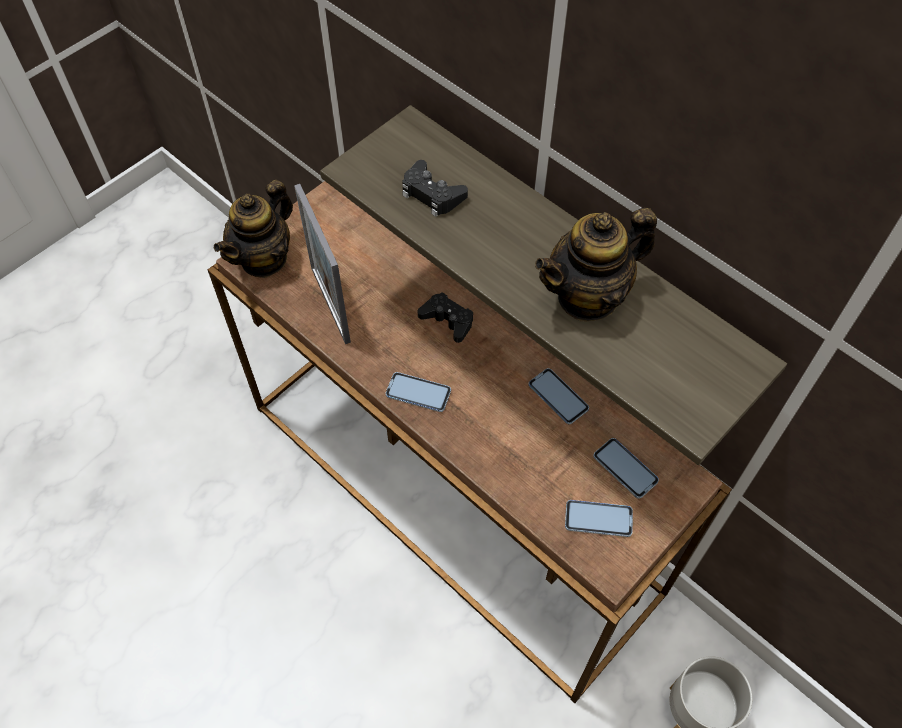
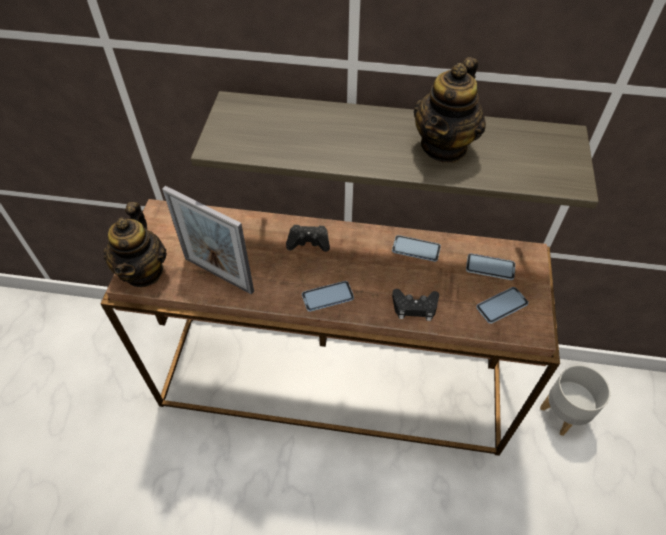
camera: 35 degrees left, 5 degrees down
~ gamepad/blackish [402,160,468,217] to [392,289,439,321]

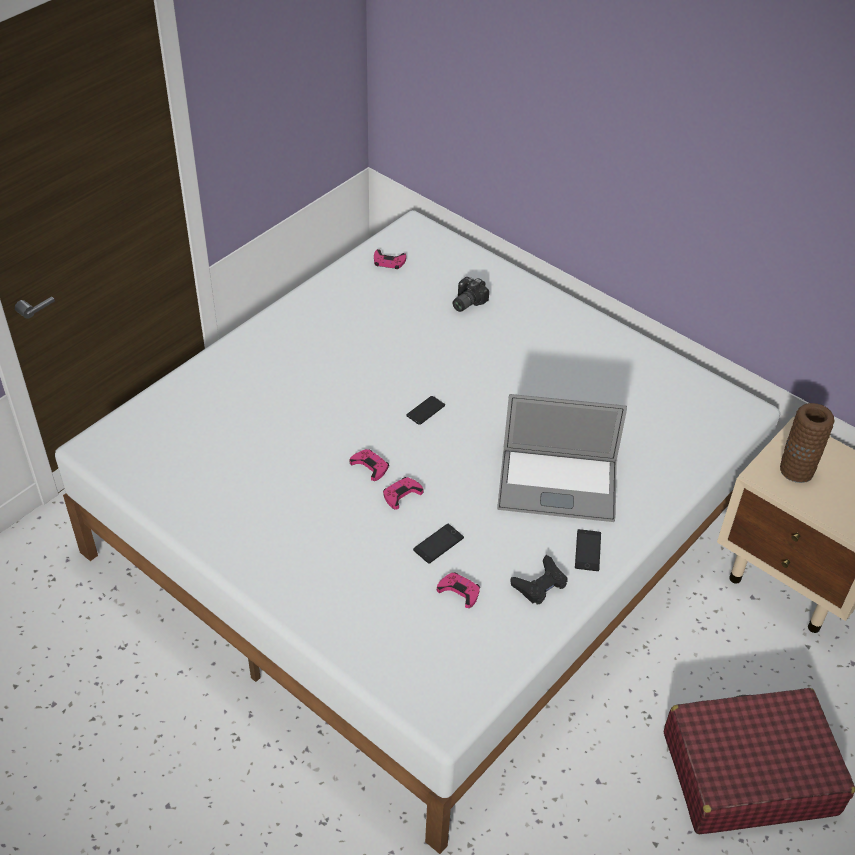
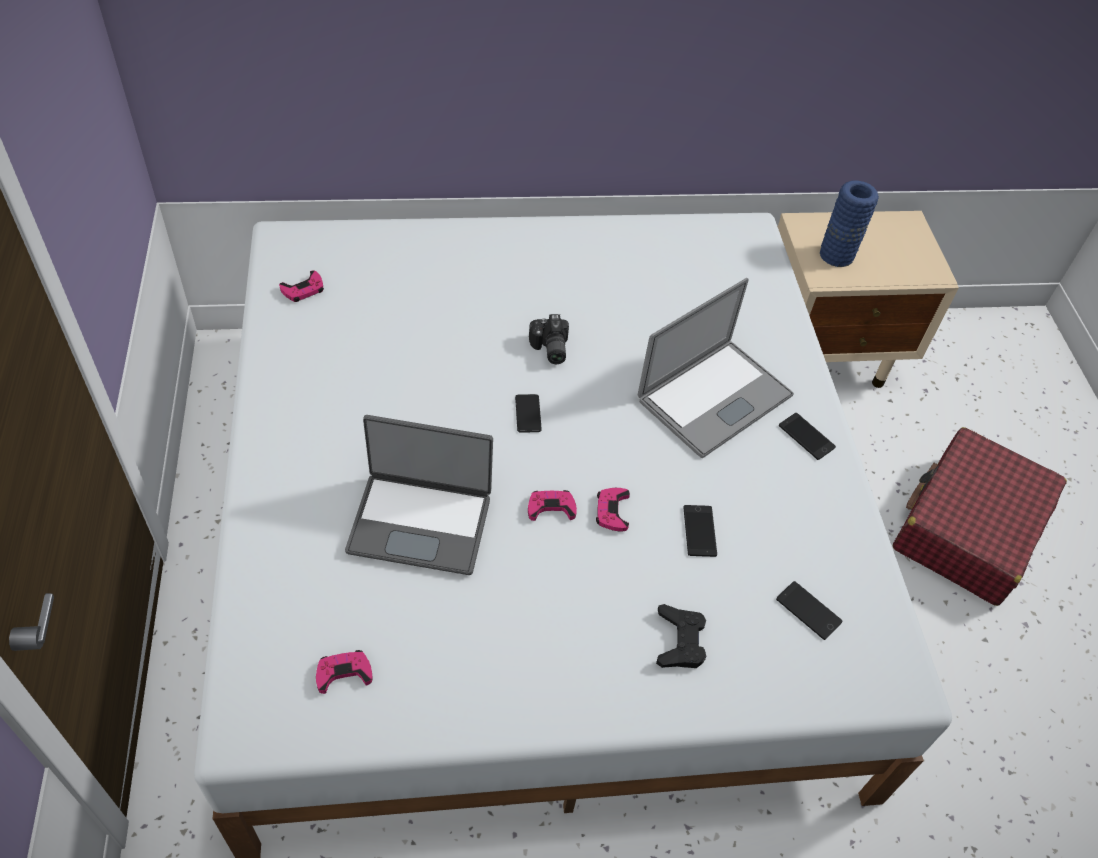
camera: 50 degrees left, 5 degrees up
+ notebook computer [345,415,493,575]
+ telephone [776,581,842,640]
~ gamepad/pink [437,572,480,608] to [316,650,373,694]
~ still camera [453,277,489,312] to [529,314,569,364]
~ gamepad/blackish [510,555,568,605] to [656,604,706,668]
~ decorative vase/brownish [780,403,835,483] to decorative vase/blue [820,180,879,267]

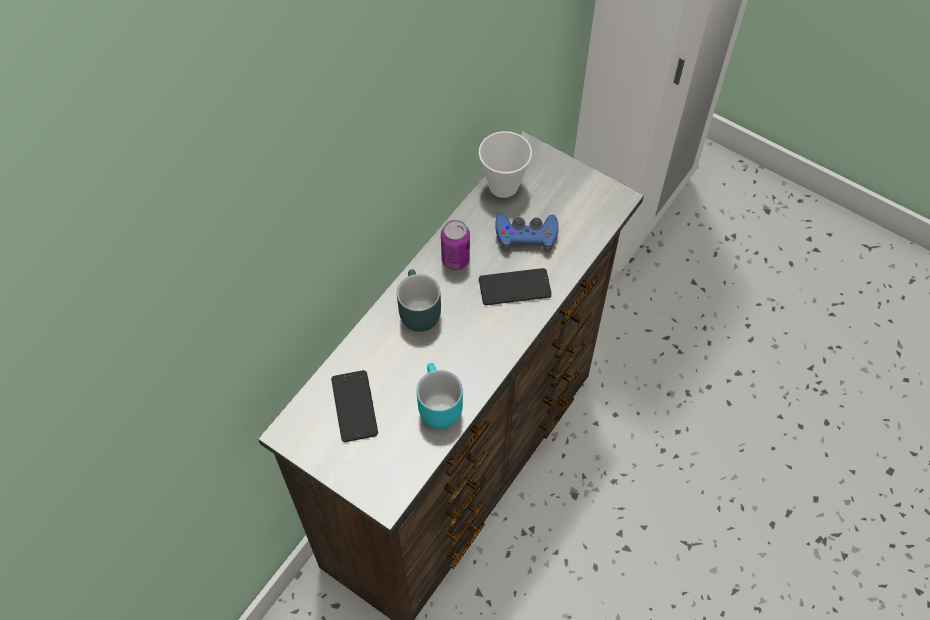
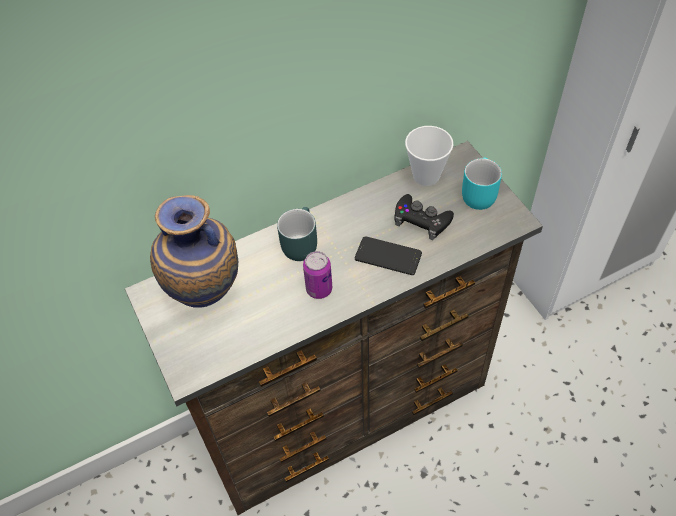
camera: 30 degrees right, 5 degrees down
~ tea mug/blue-green [417,363,463,429] to [462,157,502,210]
~ can [441,220,470,270] to [303,251,332,299]
~ telephone [331,370,378,442] to decorative vase [150,195,238,308]
~ gamepad/blue [495,213,559,253] to gamepad/blackish [395,194,454,240]

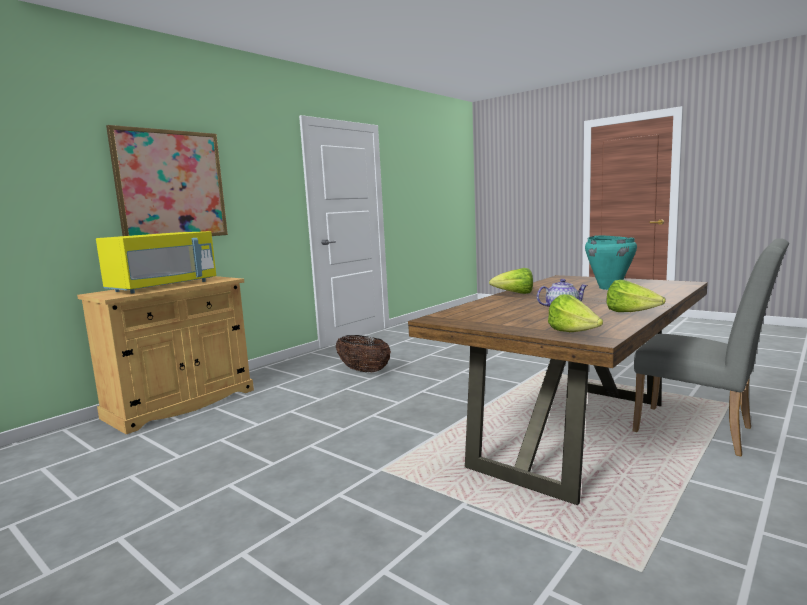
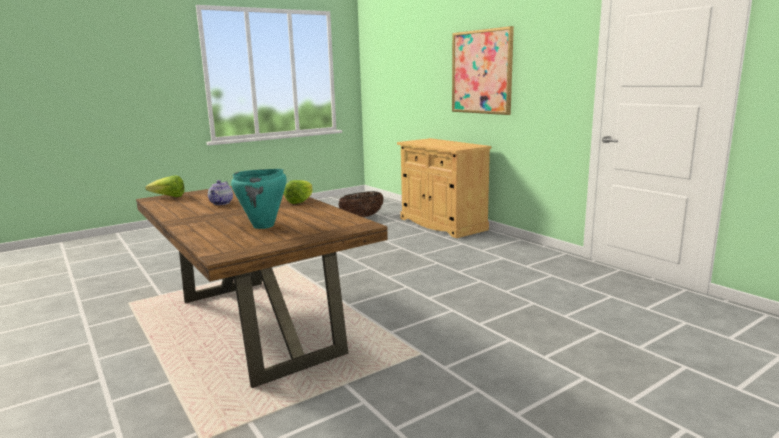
camera: 105 degrees right, 5 degrees up
- microwave/yellow-coloured [96,231,216,294]
- head of lettuce [606,280,665,312]
- chair/grey [633,239,789,457]
~ household basket [336,335,391,372] to [338,191,384,217]

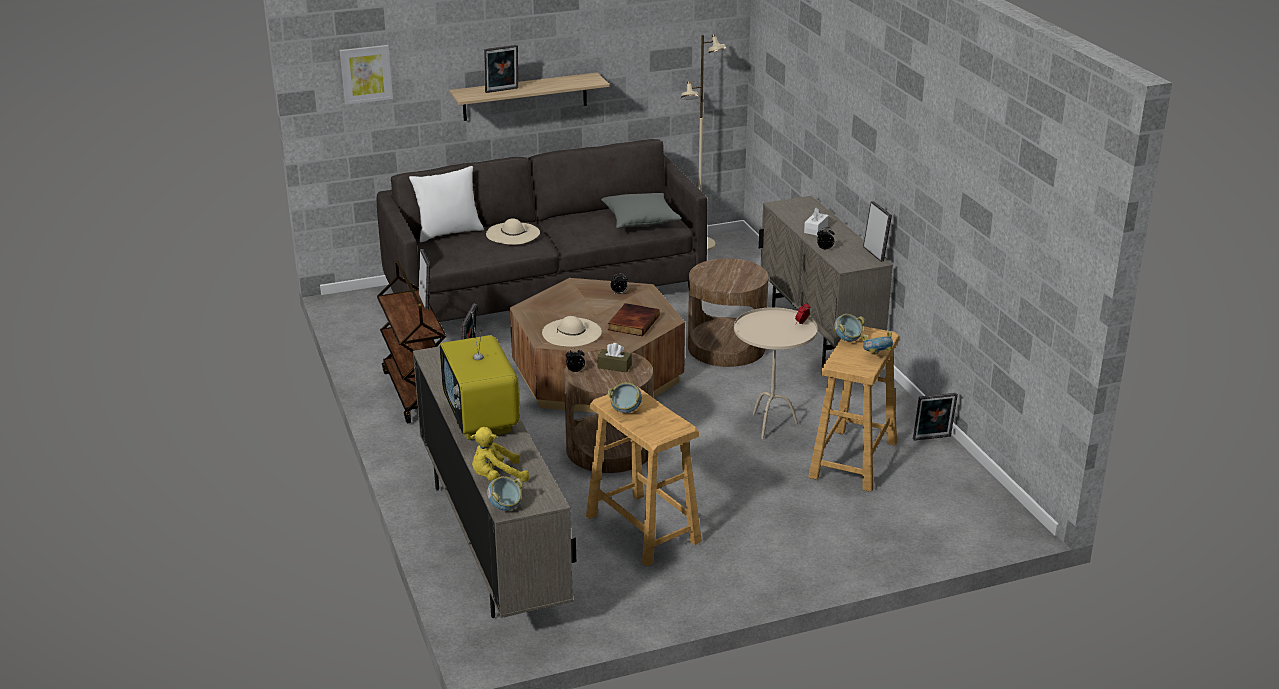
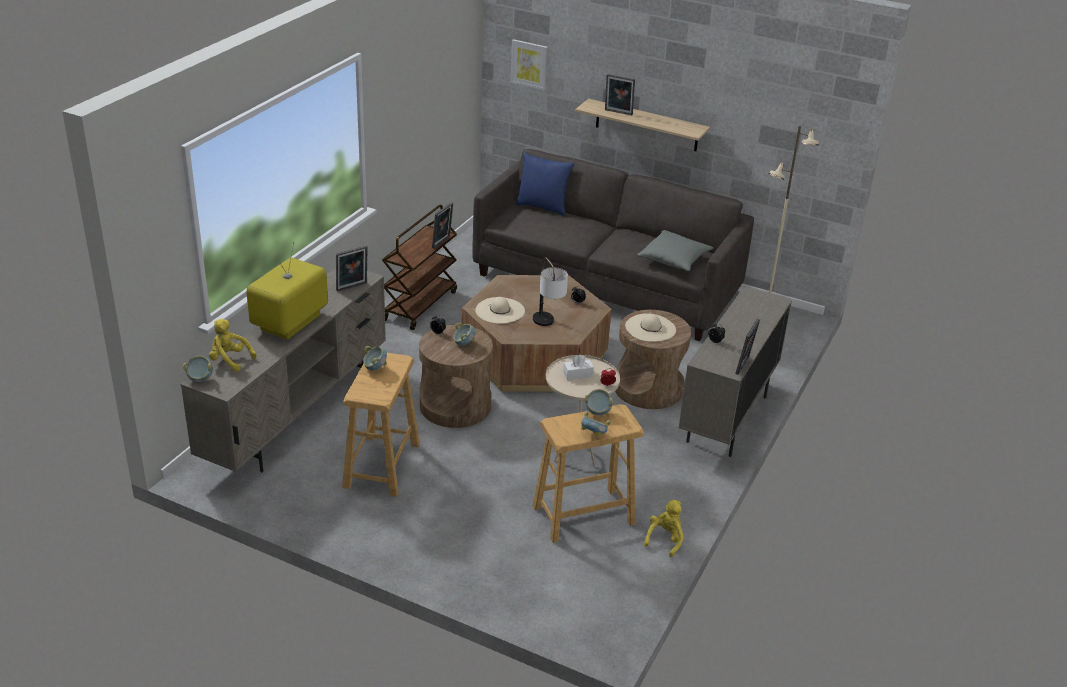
camera: 45 degrees right, 5 degrees up
~ hat/beige-coloured [486,219,540,245] to [625,313,676,342]
~ tissue holder/white [804,207,829,236] to [563,355,594,380]
~ tissue holder/brownish [597,343,632,372] to deep dish [453,323,475,345]
~ bound book [608,303,660,336] to table lamp [533,257,568,326]
~ standing frame [913,393,958,441] to soft toy/yellow-coloured [644,500,684,557]
~ cushion/white [409,166,484,242] to cushion/blue [516,152,574,216]

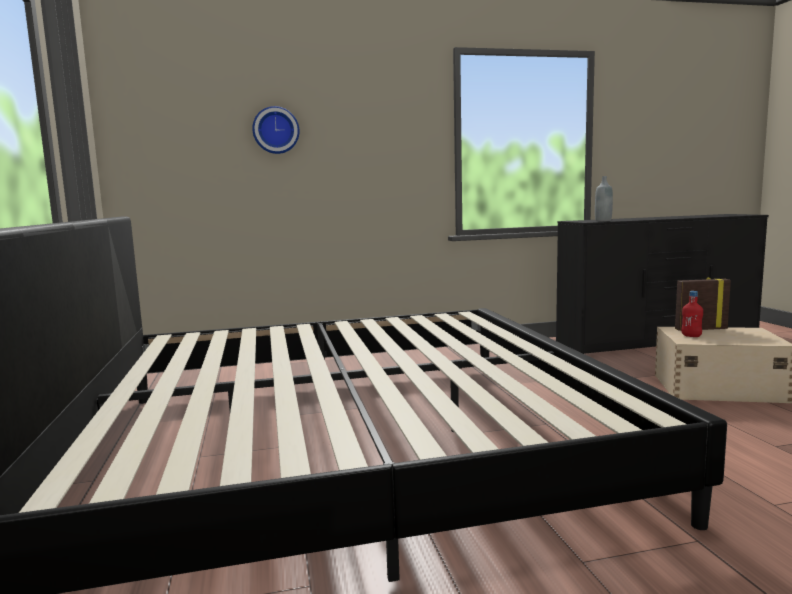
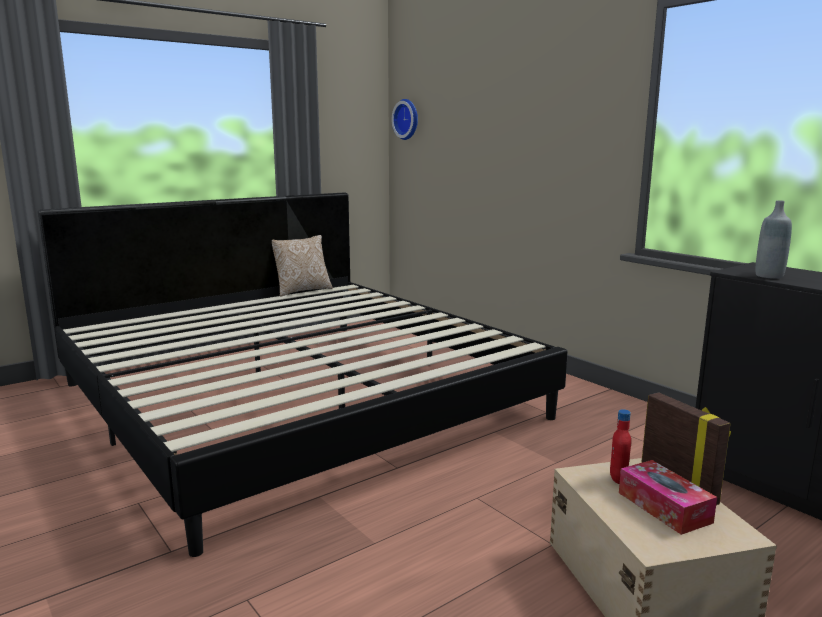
camera: 65 degrees right, 5 degrees up
+ cushion [272,235,333,297]
+ tissue holder [619,460,717,535]
~ wall clock [252,106,299,154] to [392,99,418,140]

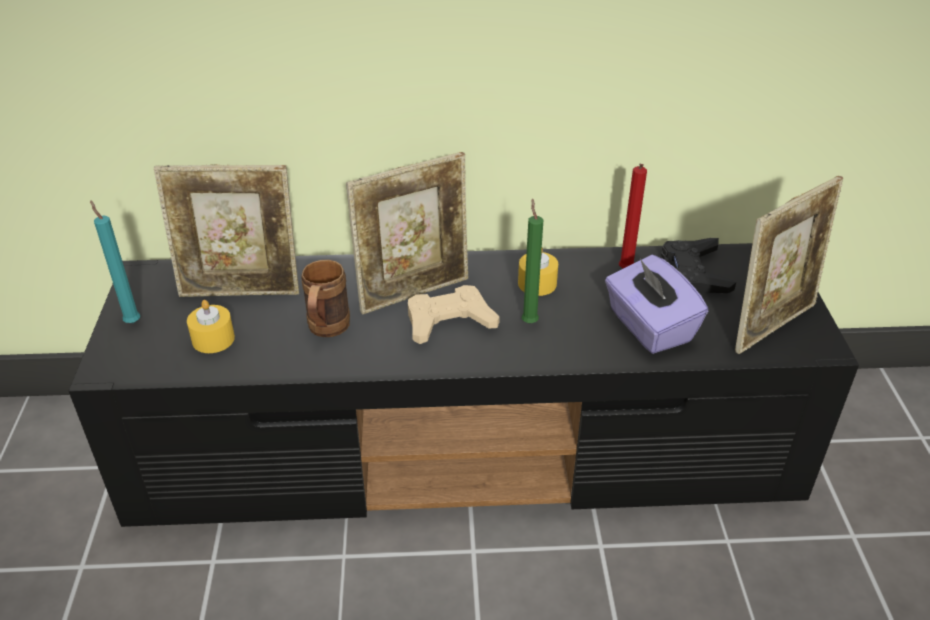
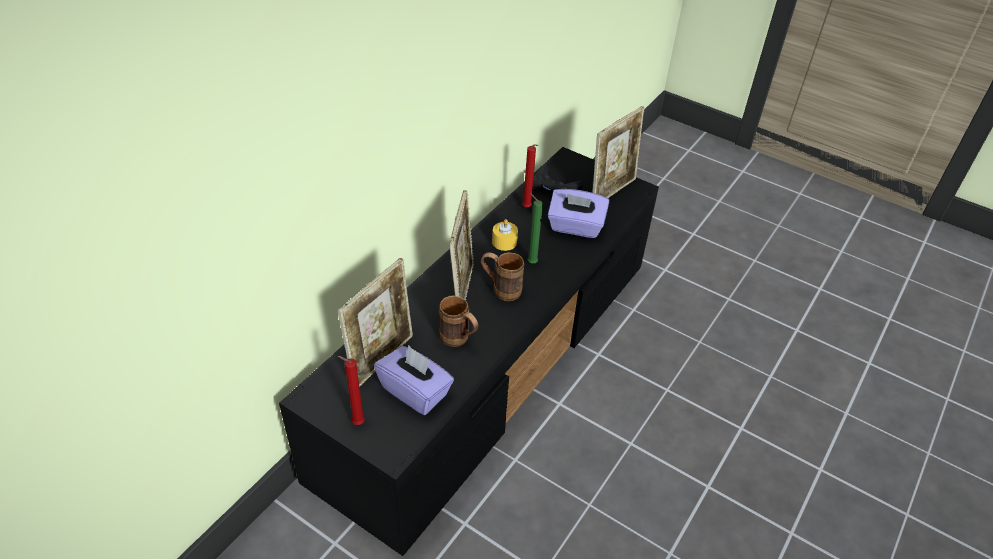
camera: 55 degrees left, 5 degrees up
~ wax light/yellow-coloured [187,300,235,353] to tissue holder/purple [374,345,454,415]
~ gamepad/beige-coloured [408,285,500,344] to tea mug/brownish [481,252,524,301]
~ wax light/blue-green [90,200,140,323] to wax light/red [337,356,365,425]
~ standing frame [735,176,843,354] = [592,106,644,198] 45 degrees clockwise

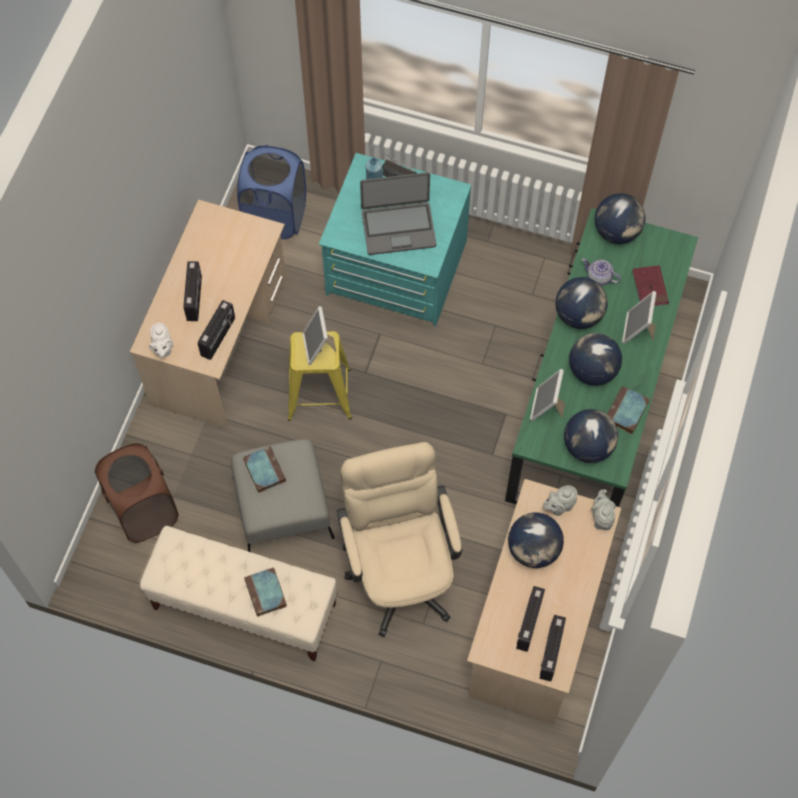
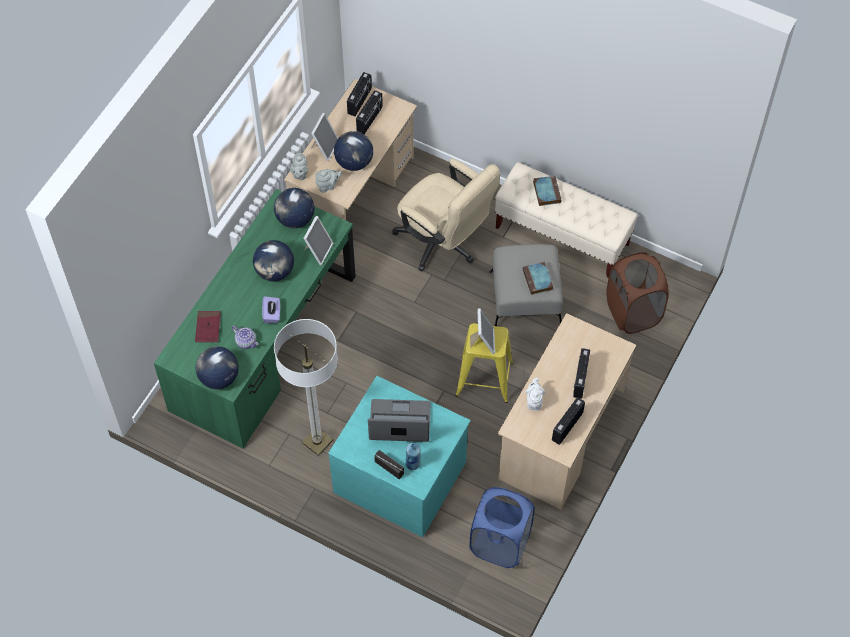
camera: 170 degrees left, 5 degrees down
- bound book [608,386,650,434]
+ standing lamp [274,319,338,456]
~ tea pot/white [149,323,173,357] to [525,378,545,411]
~ radio set [198,300,235,360] to [552,397,585,445]
~ standing frame [622,291,657,344] to [311,113,338,161]
~ globe [556,277,608,329] to tissue holder/purple [262,296,280,324]
~ office chair/beige-coloured [337,442,462,638] = [392,159,500,272] 45 degrees counterclockwise

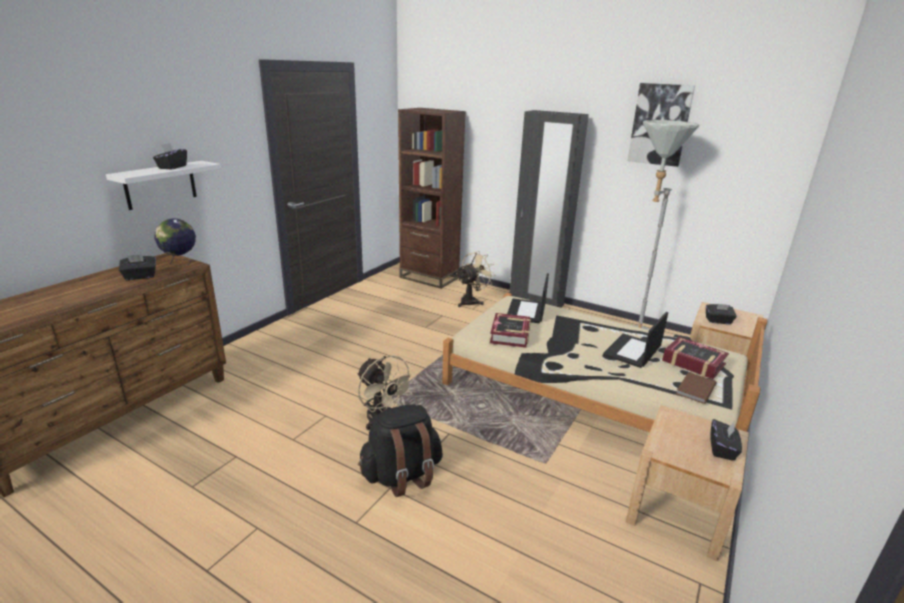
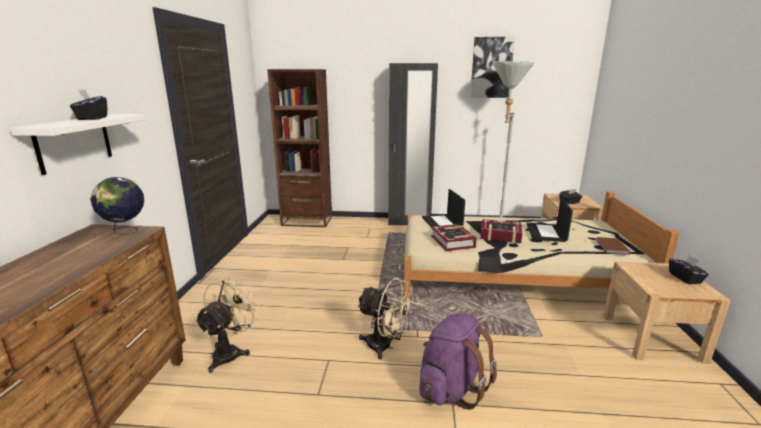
camera: 25 degrees left, 5 degrees down
- tissue holder/blackish [119,254,156,280]
~ fan/beige-coloured [456,251,496,307] to [195,275,261,373]
~ bound book [662,337,729,379] to [480,219,523,243]
~ backpack/blackish [358,404,443,497] to backpack/purple [419,313,497,410]

